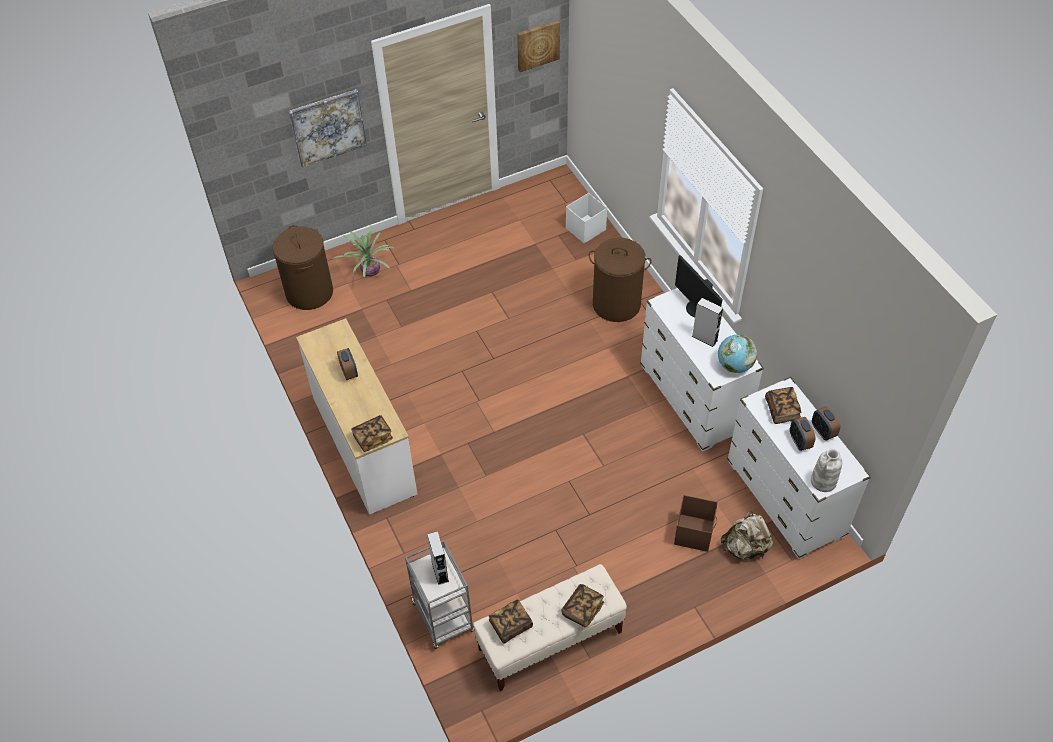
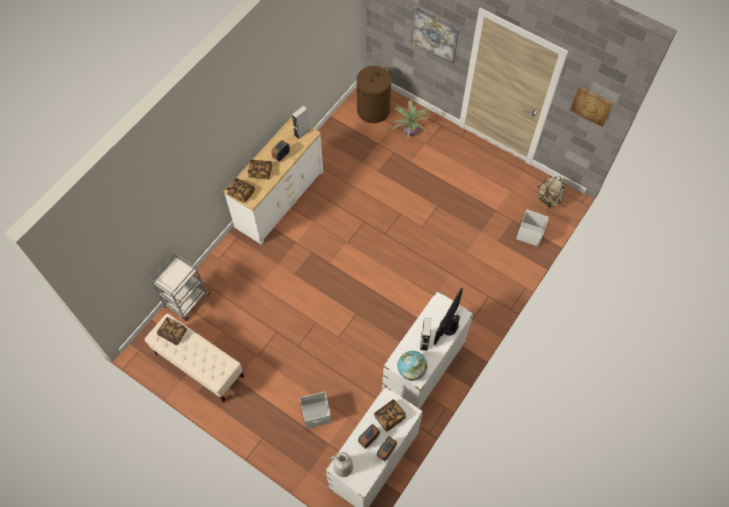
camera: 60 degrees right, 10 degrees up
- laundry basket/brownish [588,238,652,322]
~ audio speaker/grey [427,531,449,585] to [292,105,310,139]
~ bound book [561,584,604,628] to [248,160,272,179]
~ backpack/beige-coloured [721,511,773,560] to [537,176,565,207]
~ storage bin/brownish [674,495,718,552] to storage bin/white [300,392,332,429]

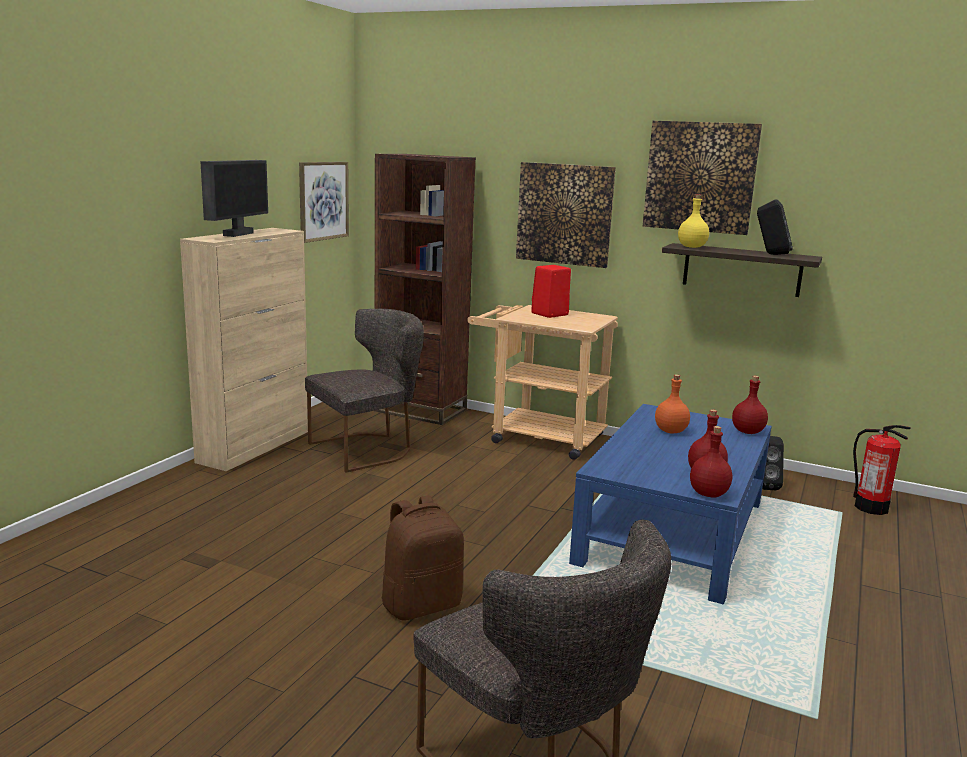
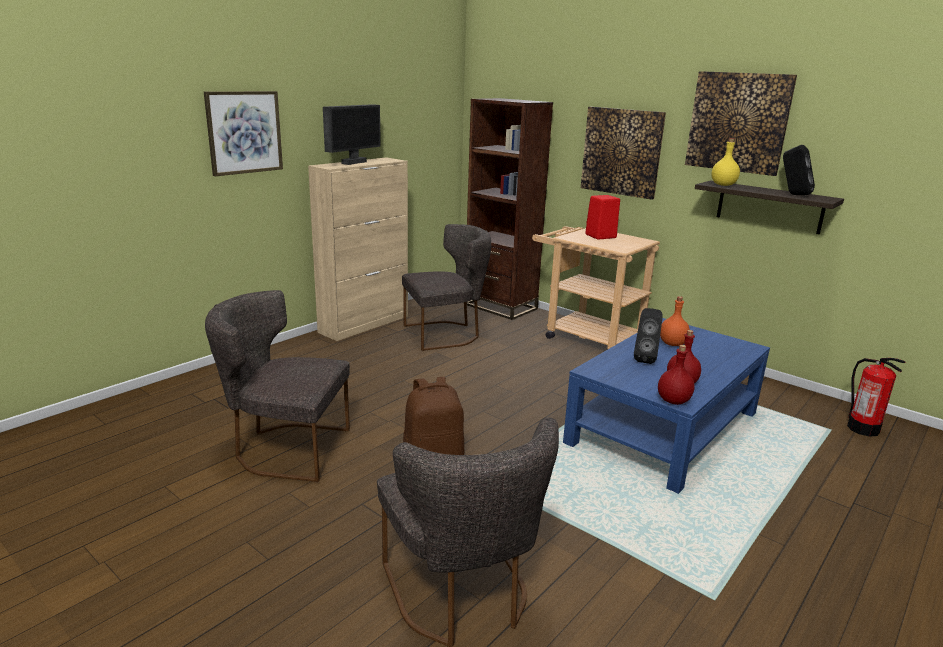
camera: 15 degrees right, 5 degrees up
- beverage bottle/red [732,376,768,434]
+ chair/grey [205,290,350,482]
~ wall picture [299,162,349,243] to [204,91,283,176]
~ audio speaker/blackish [762,436,784,490] to [634,308,663,364]

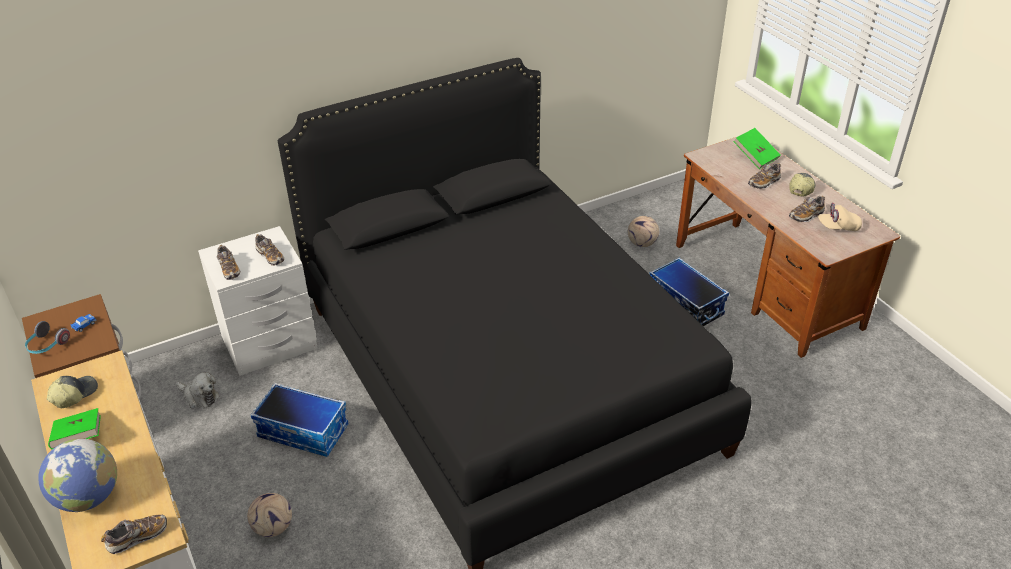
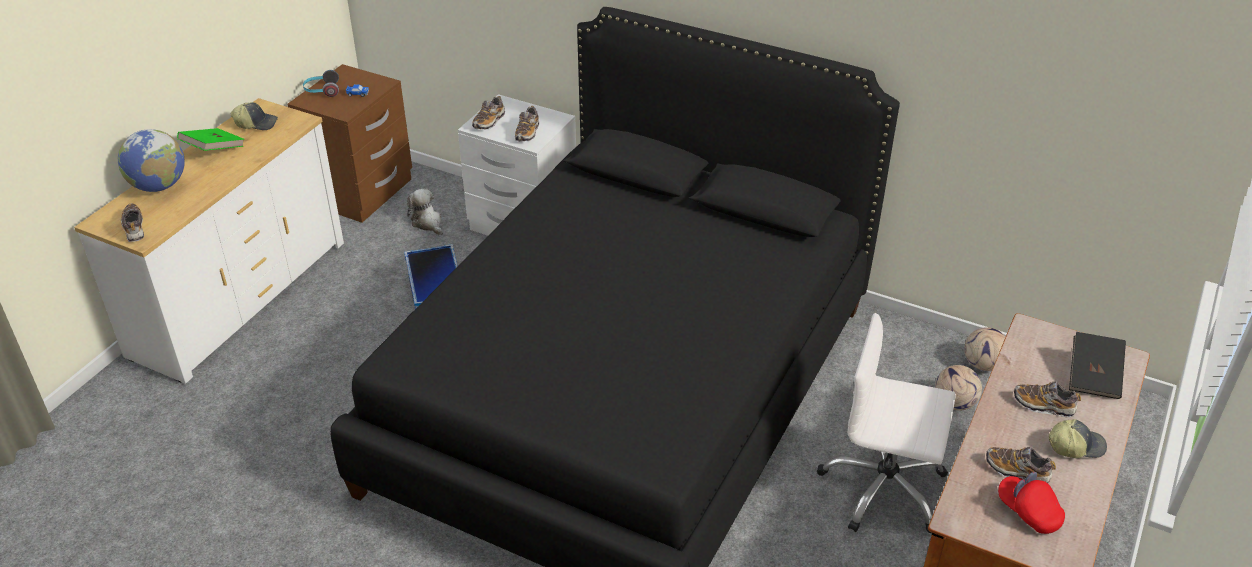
camera: 55 degrees right, 0 degrees up
~ football ball [247,493,292,537] to [964,327,1006,371]
~ storage bin [649,258,729,326] to office chair/white [817,313,956,533]
~ bound book/green-coloured [733,128,781,169] to bound book/blackish [1069,332,1126,399]
~ baseball cap/beige-coloured [818,203,862,231] to baseball cap/red [998,472,1065,534]
~ item of footwear [101,515,167,554] = [121,204,144,242] 135 degrees counterclockwise
~ soft toy [176,372,220,408] = [407,188,443,235] 150 degrees clockwise

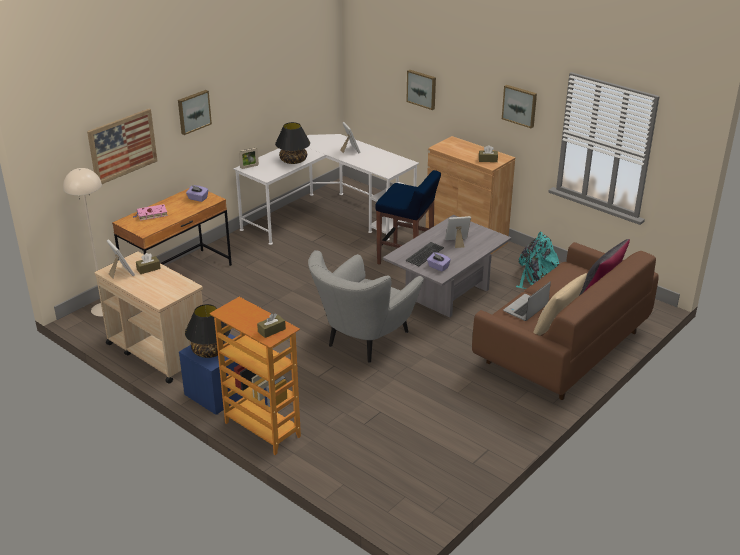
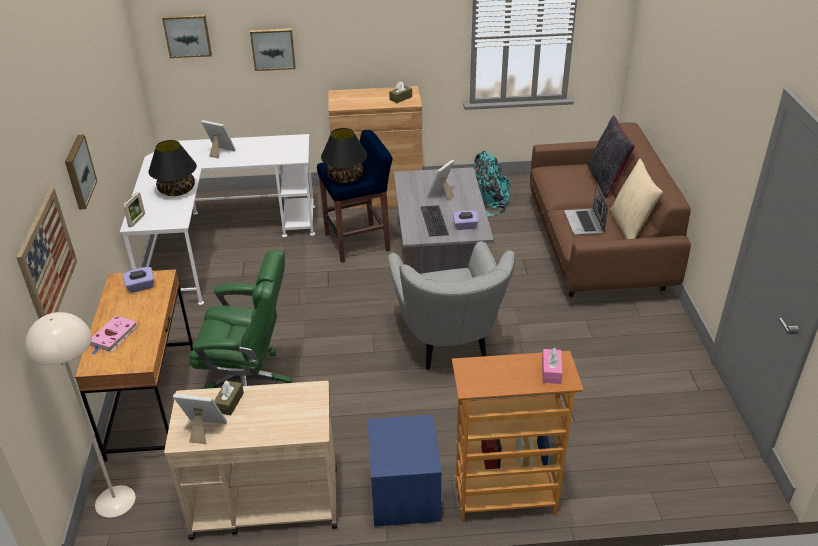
camera: 45 degrees left, 5 degrees up
+ office chair/green-coloured [189,251,292,389]
~ table lamp/blackish [185,304,231,358] to [321,128,367,183]
~ wall picture [502,85,537,128] to [162,14,212,58]
~ tissue holder/brownish [257,313,286,338] to tissue holder/pink [542,348,563,384]

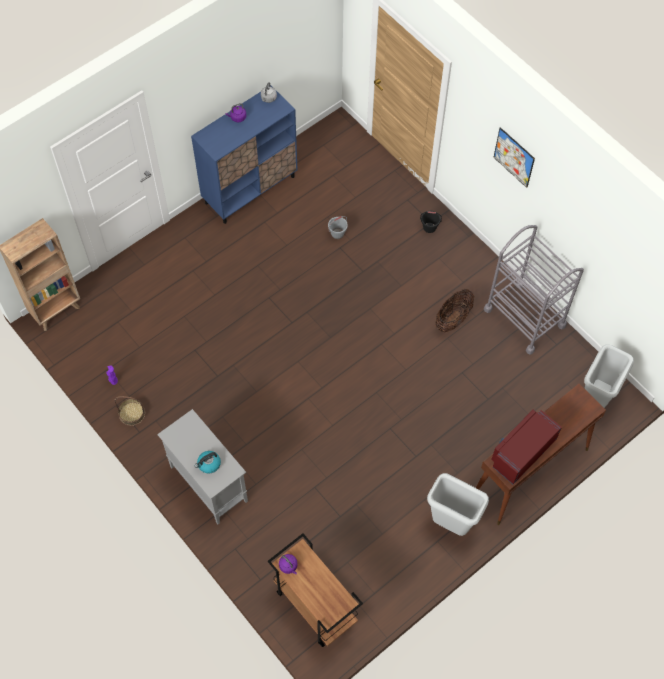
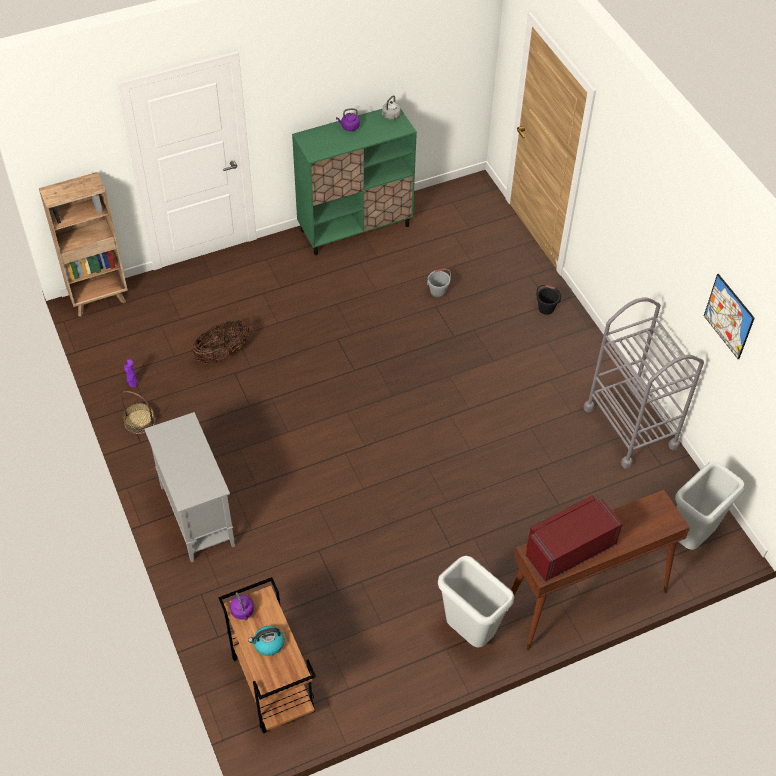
camera: 15 degrees right, 10 degrees down
~ tea kettle [195,451,221,474] to [248,626,285,656]
~ household basket [435,289,474,332] to [191,320,249,363]
~ wall picture [493,127,535,188] to [704,274,755,359]
~ storage cabinet/blue [191,85,298,224] to storage cabinet/green-coloured [292,108,417,255]

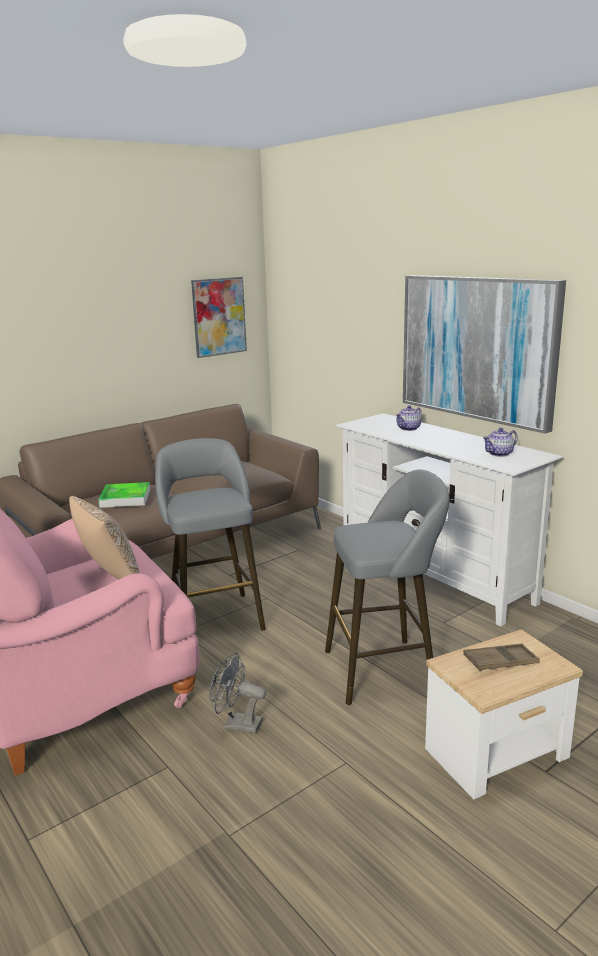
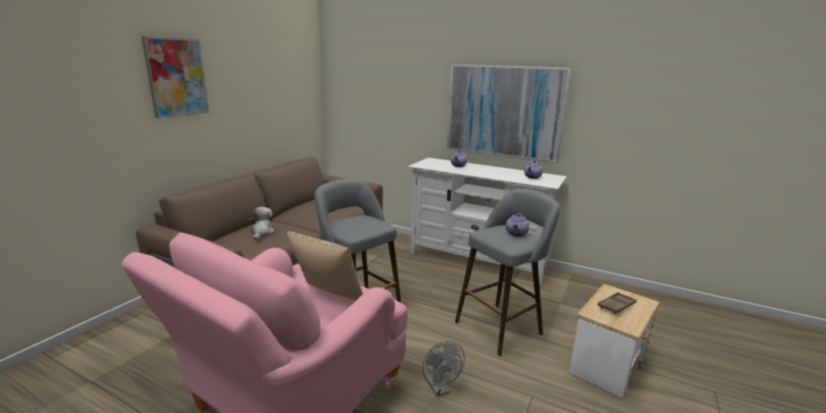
camera: 25 degrees left, 0 degrees up
+ tea pot [506,213,529,237]
~ wall picture [191,277,247,358] to [141,36,209,118]
~ tray [98,482,150,508] to soft toy [249,207,275,240]
~ fan/grey [209,653,266,734] = [422,341,465,397] 105 degrees counterclockwise

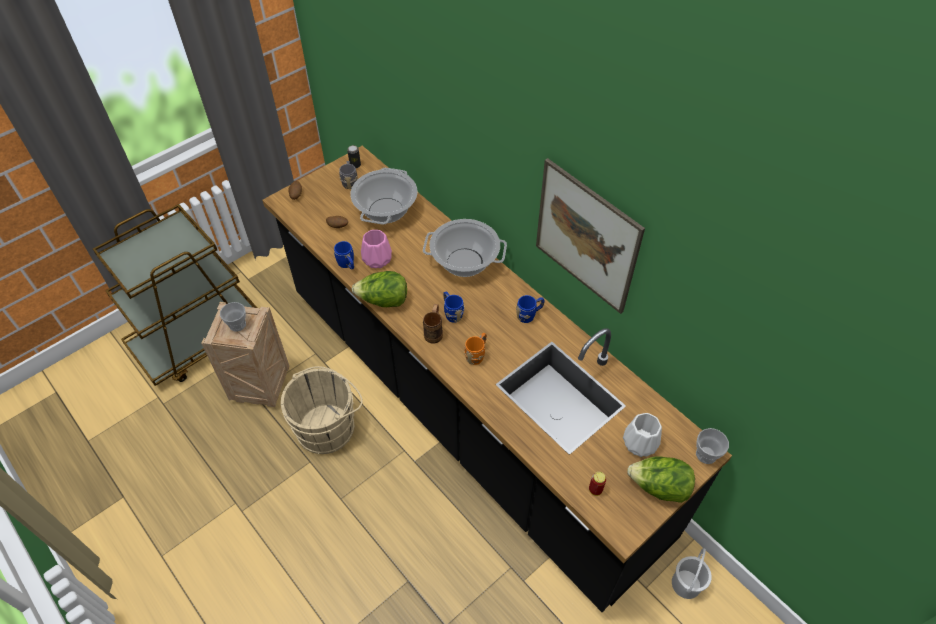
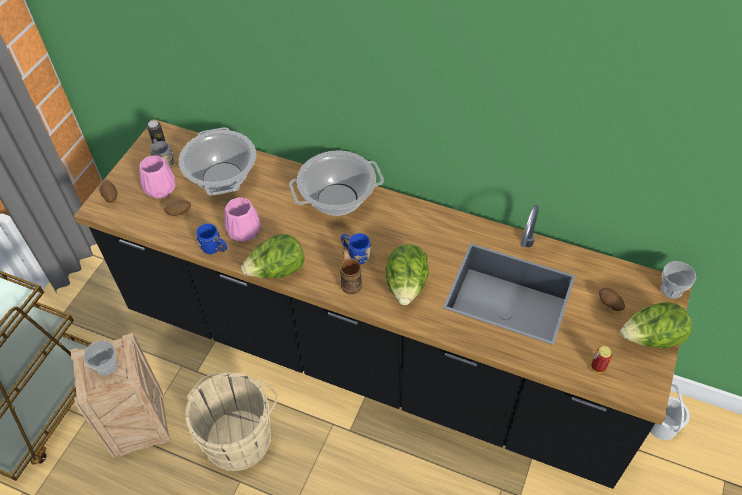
camera: 25 degrees left, 0 degrees up
- tea mug/blue [516,295,545,323]
- wall picture [536,158,645,314]
+ decorative vase/pink [139,155,175,199]
~ tea mug/orange [464,333,487,365] to head of lettuce [386,244,429,305]
~ decorative vase/white [623,413,662,457] to whole potato [599,288,625,311]

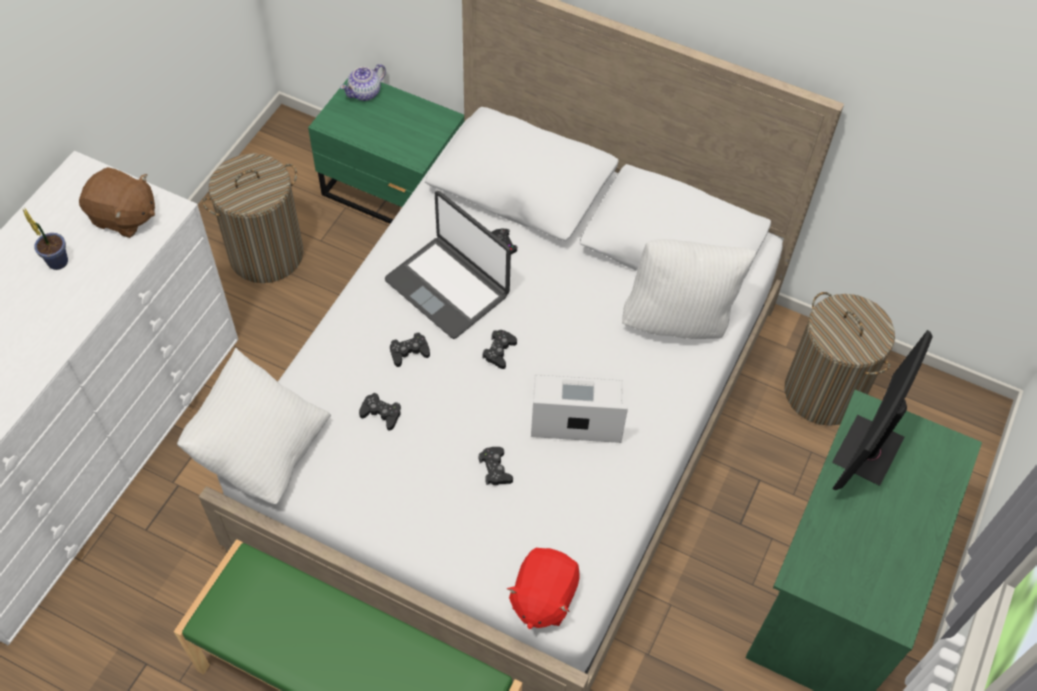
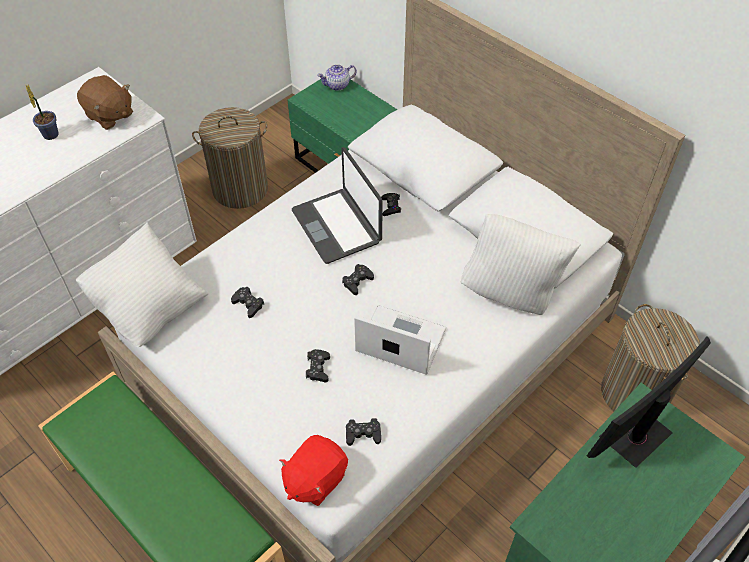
camera: 20 degrees right, 5 degrees down
~ gamepad/blackish [390,332,430,367] to [346,418,381,446]

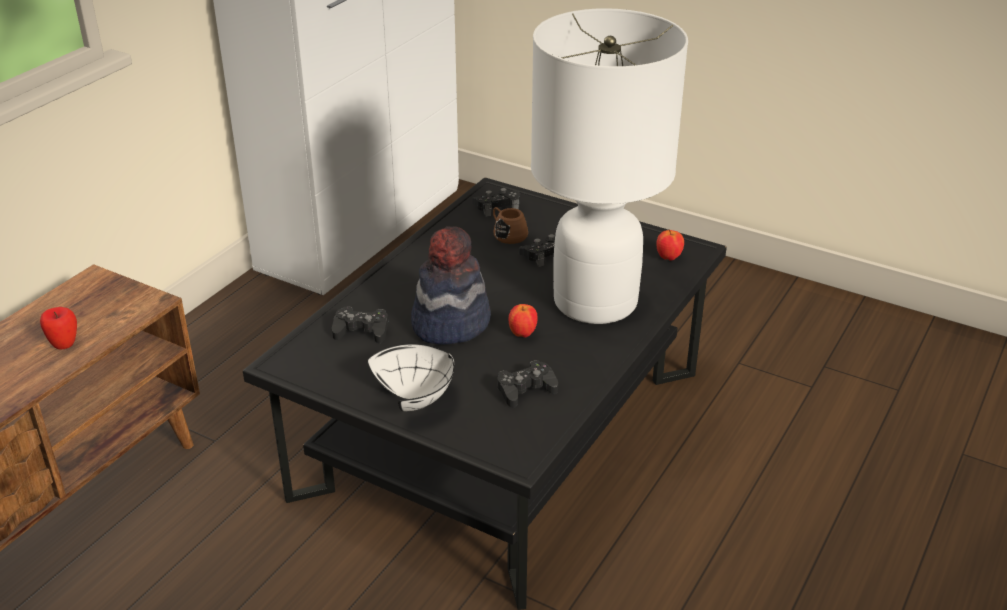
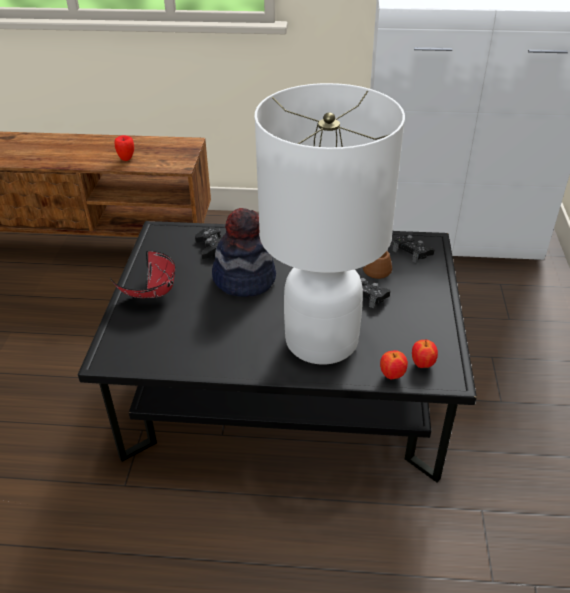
camera: 65 degrees right, 5 degrees up
- gamepad/blackish [497,360,558,408]
~ apple fruit [509,304,538,337] to [380,350,408,379]
~ deep dish/white [367,344,454,411] to deep dish/red [110,251,175,298]

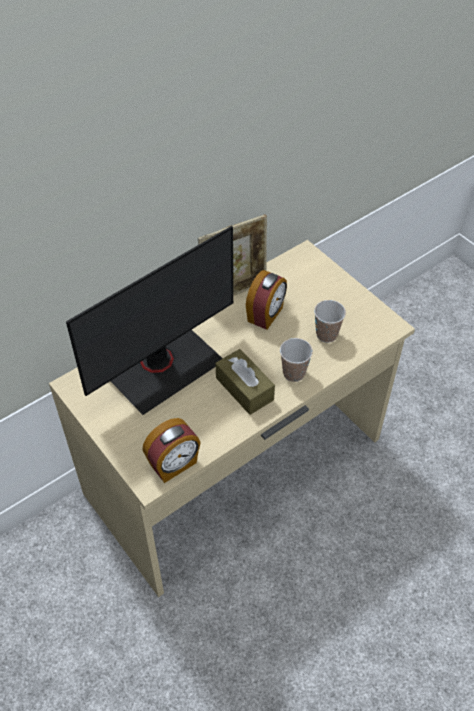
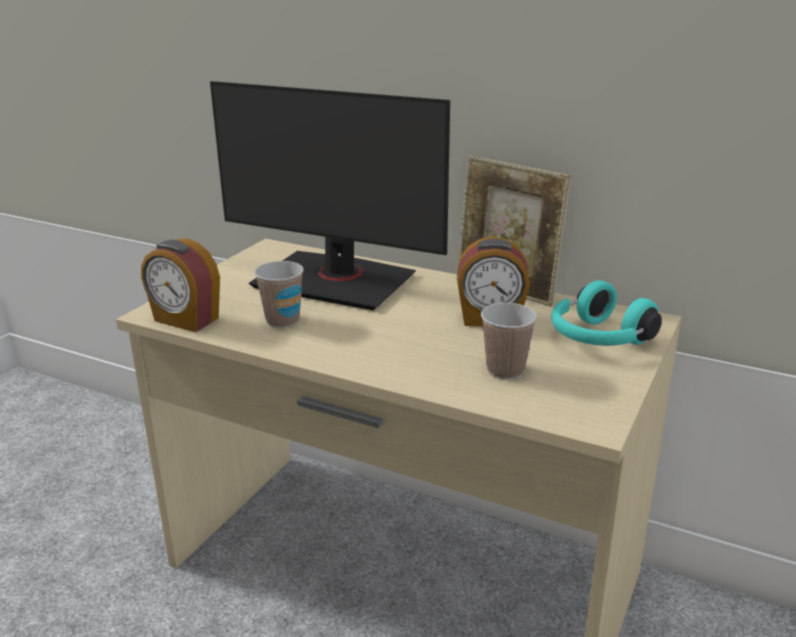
camera: 65 degrees right, 25 degrees down
- tissue holder/brownish [215,349,275,415]
+ headphones/blue-green [551,280,662,346]
~ cup [280,338,313,382] to [254,261,304,328]

